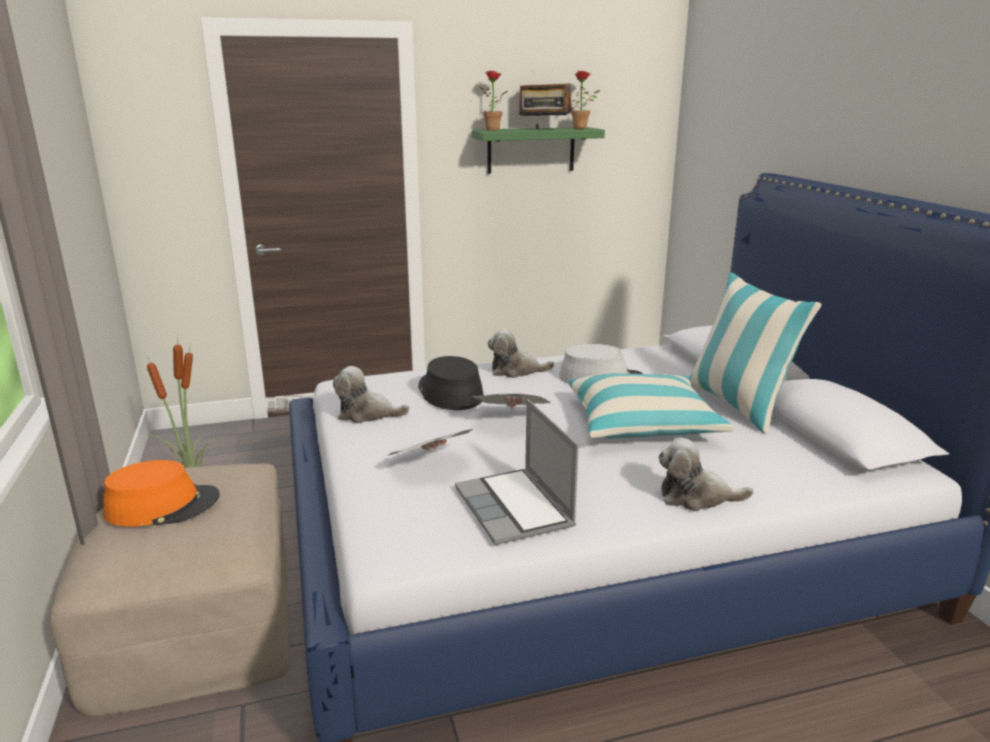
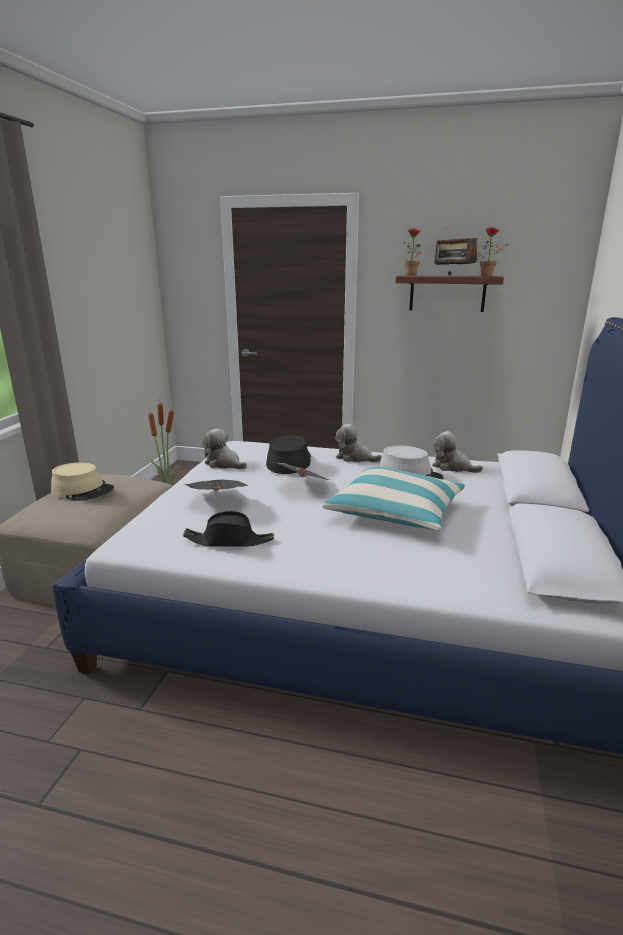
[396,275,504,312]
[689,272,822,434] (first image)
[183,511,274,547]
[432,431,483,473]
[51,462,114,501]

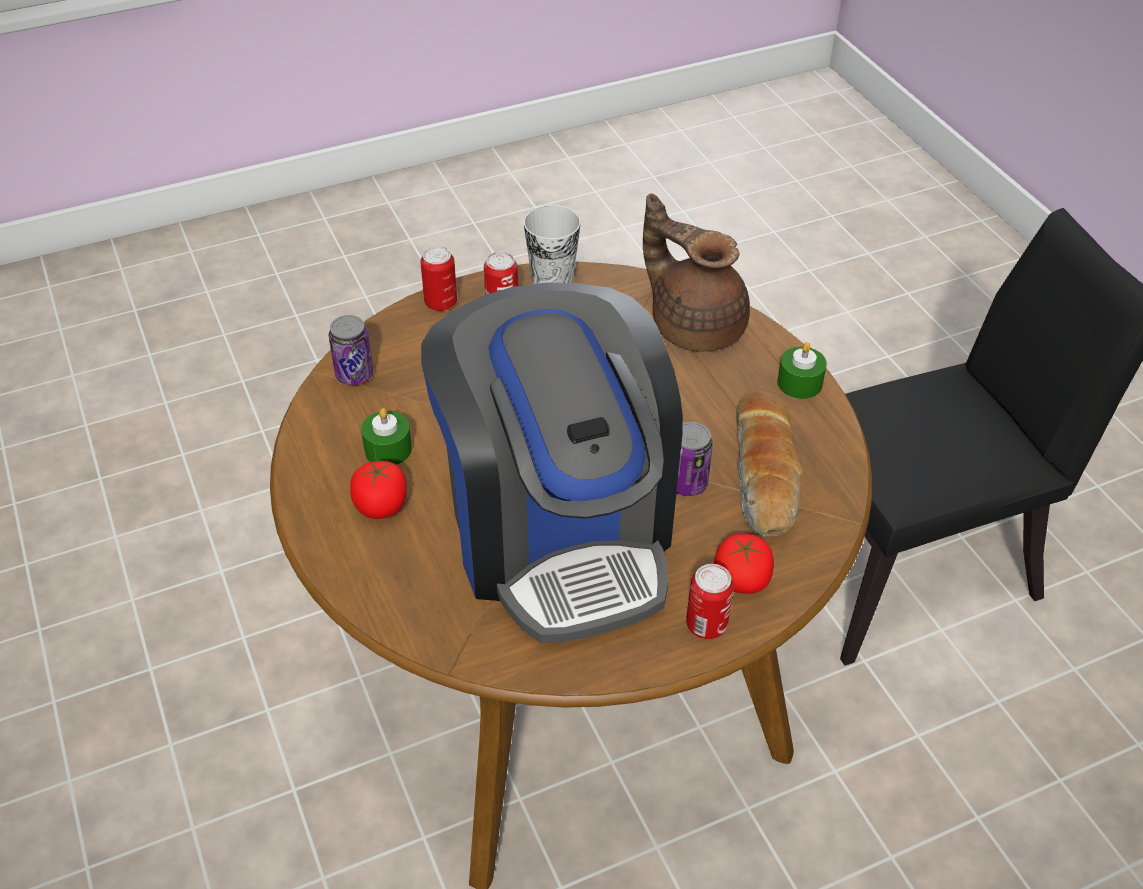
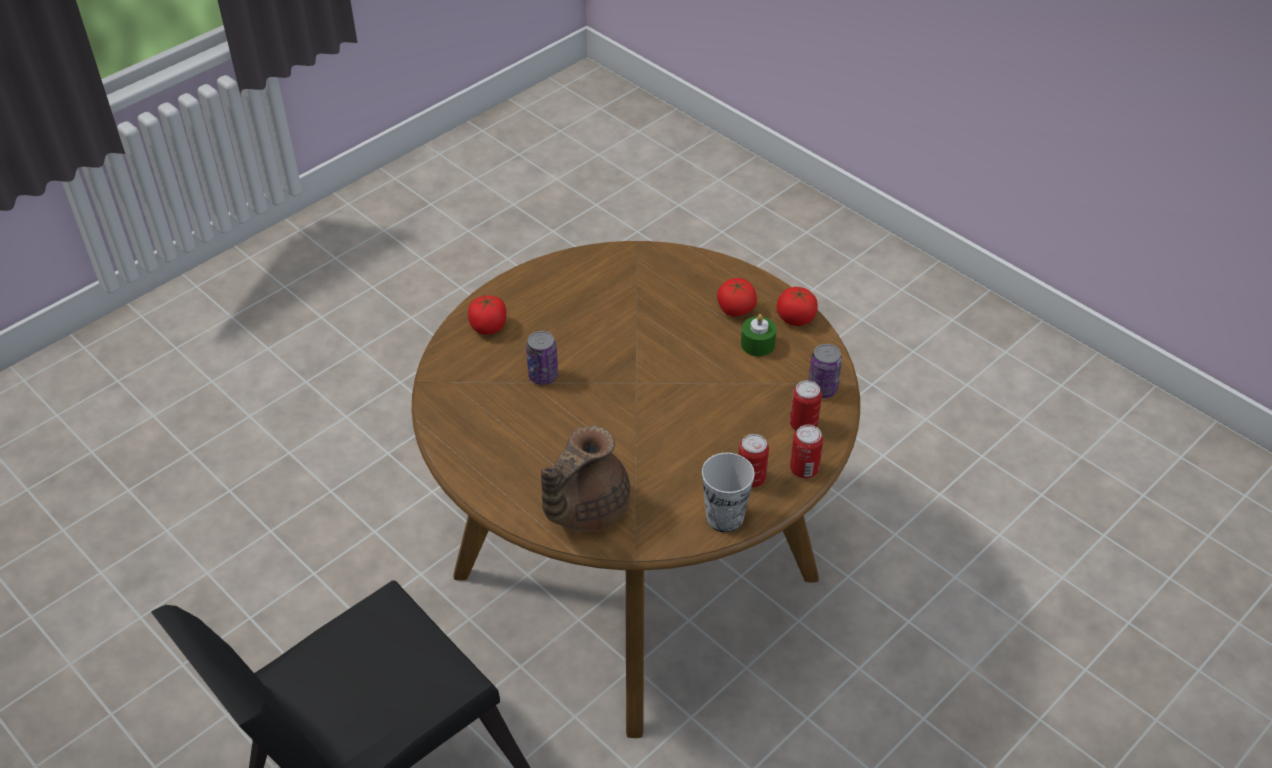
[541,425,630,533]
[421,283,683,643] (first image)
[777,343,827,399] (first image)
[737,391,803,537] (first image)
[790,380,822,431]
[777,287,818,326]

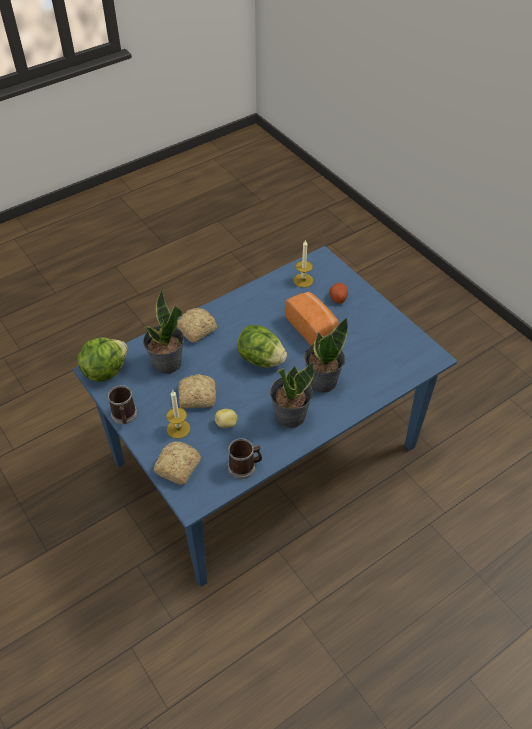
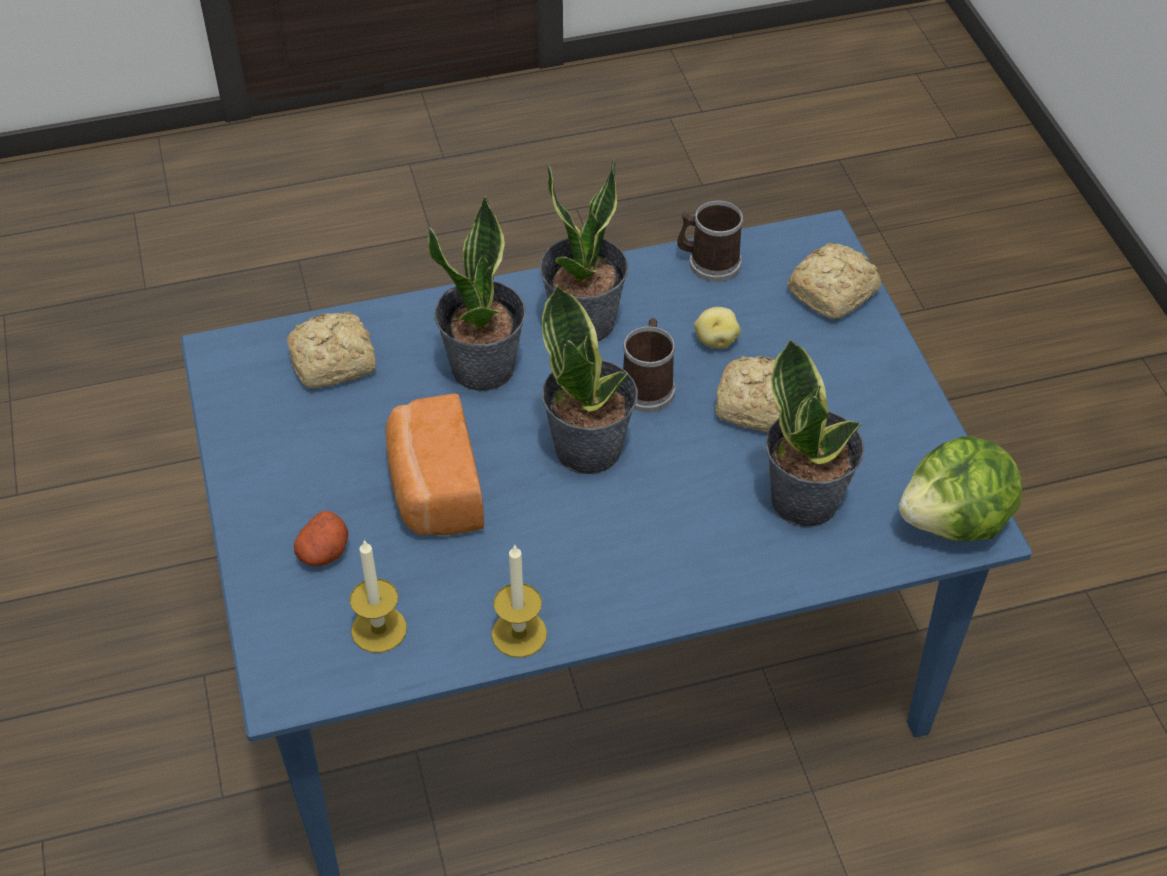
[287,312,376,388]
[542,285,638,474]
[623,318,676,412]
[492,545,547,658]

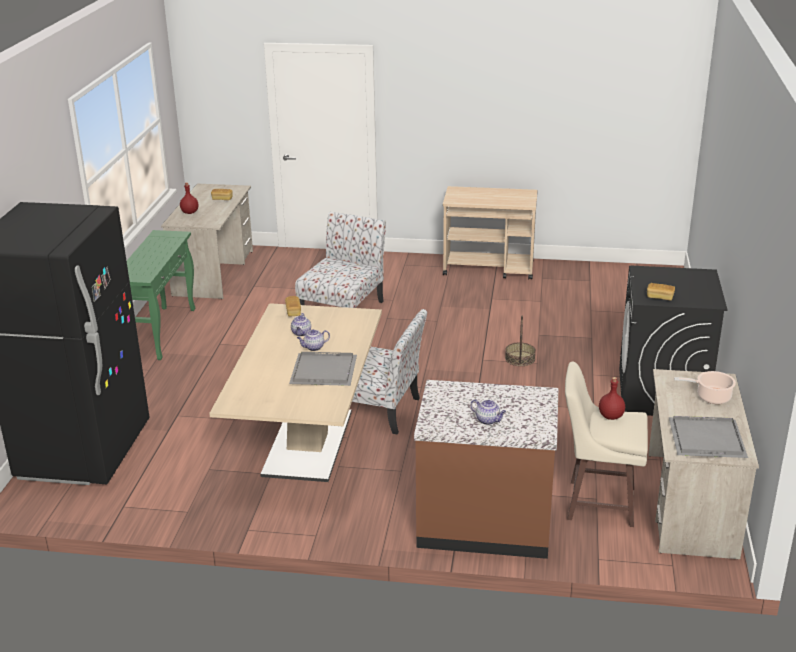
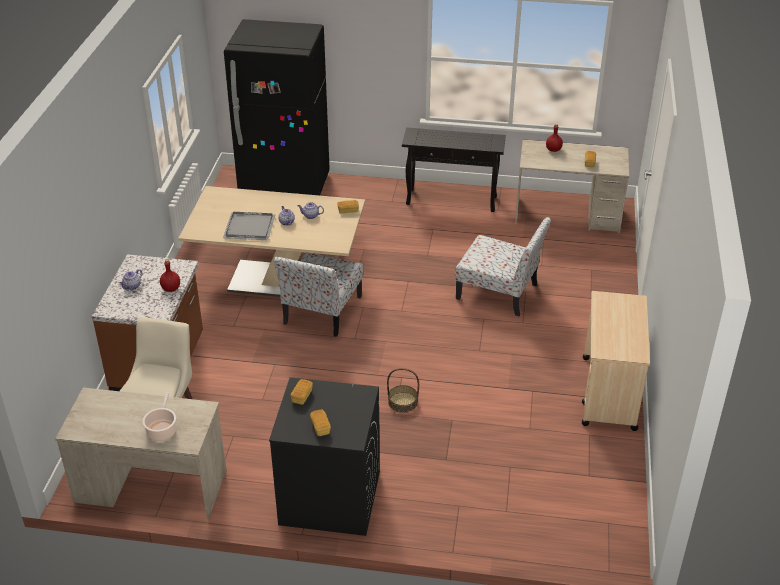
[402,127,506,212]
[160,259,180,292]
[669,416,748,458] (first image)
[310,410,331,436]

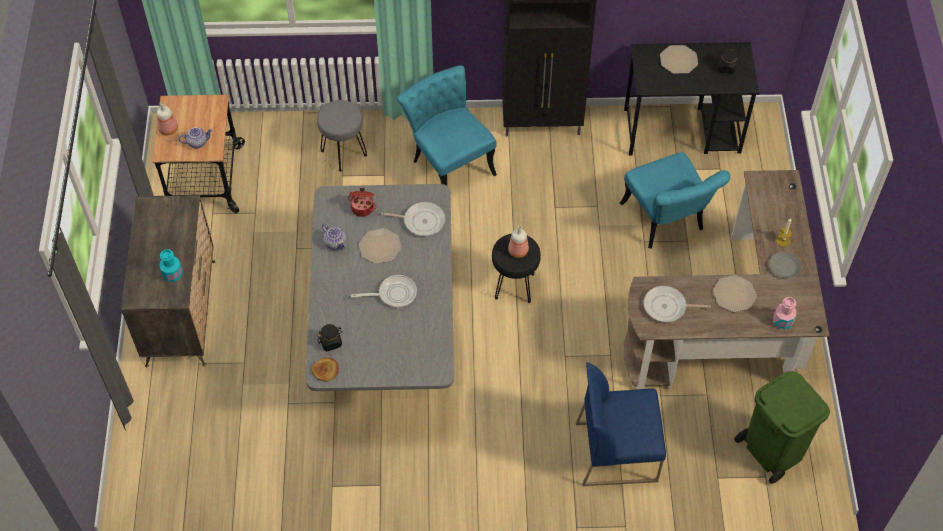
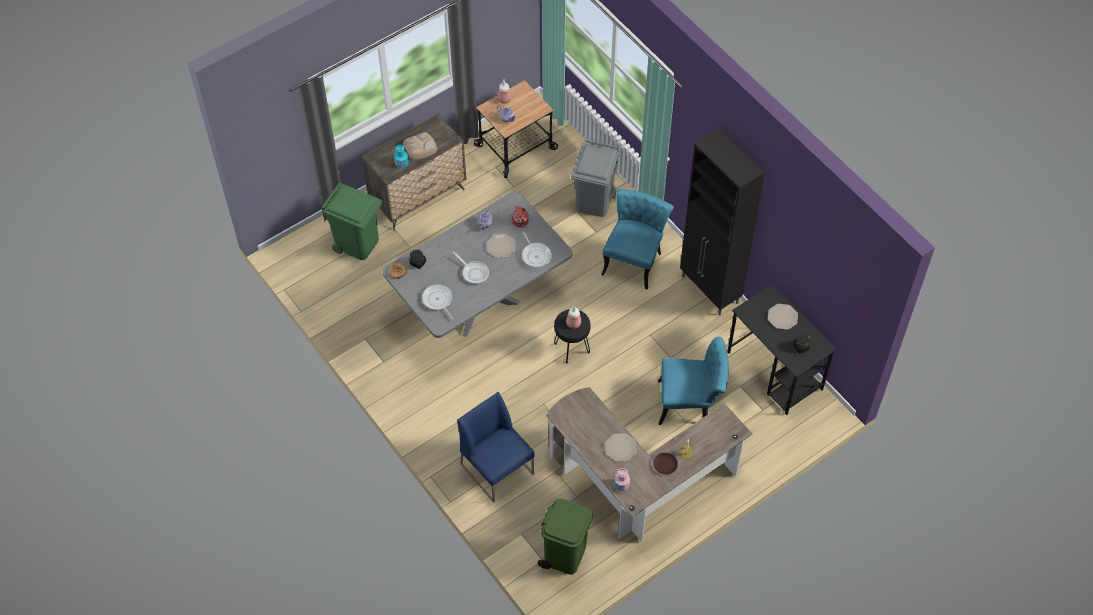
[571,139,620,217]
[658,337,729,425]
[653,453,678,474]
[422,284,454,321]
[403,132,437,160]
[321,182,383,260]

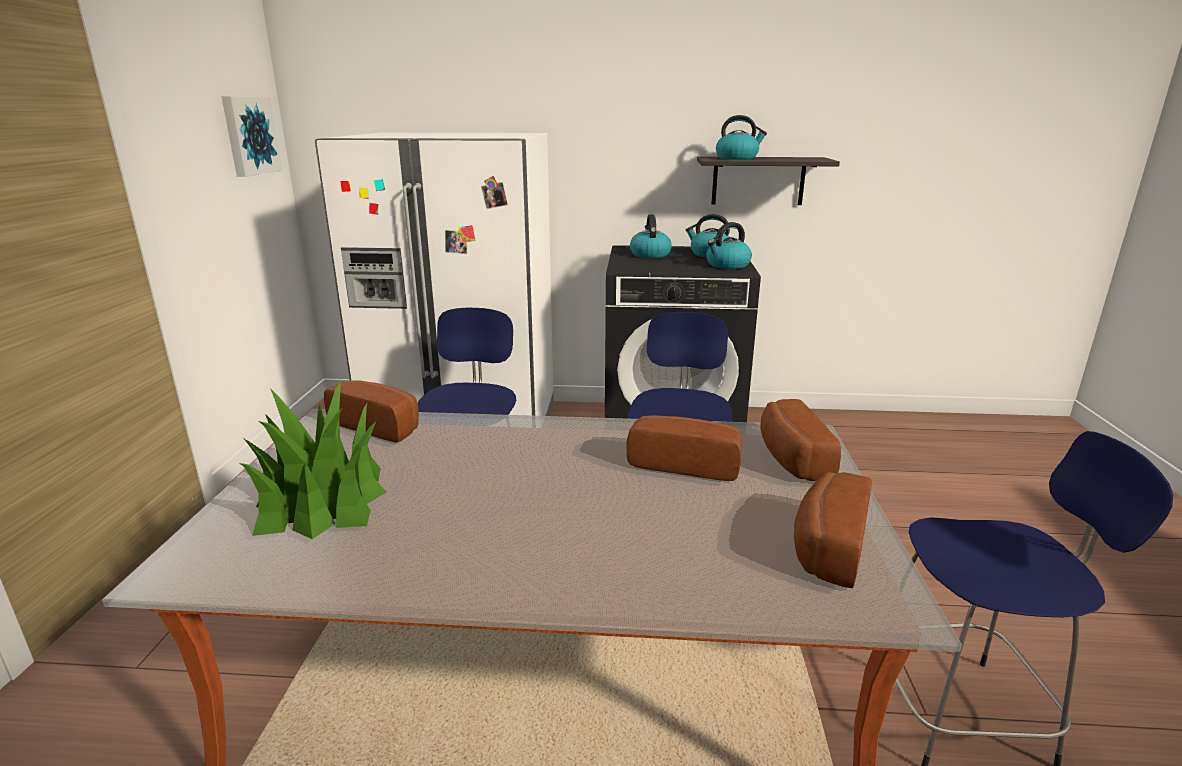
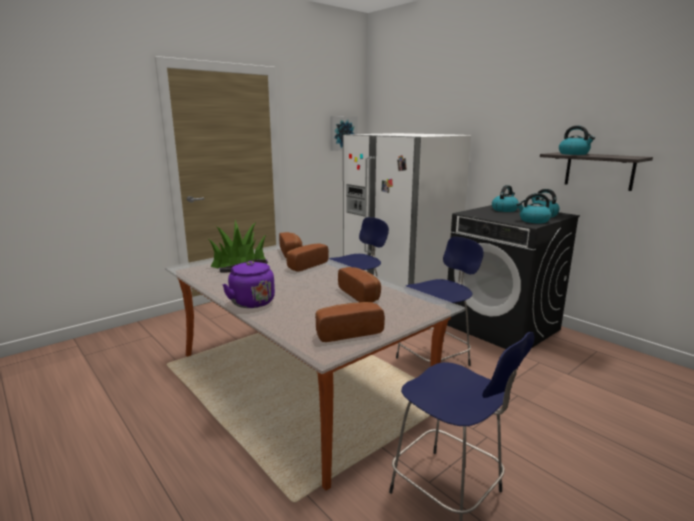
[286,243,329,272]
[219,259,275,308]

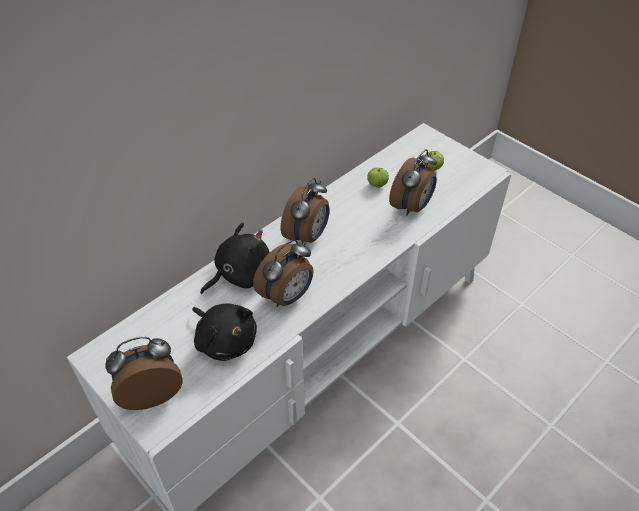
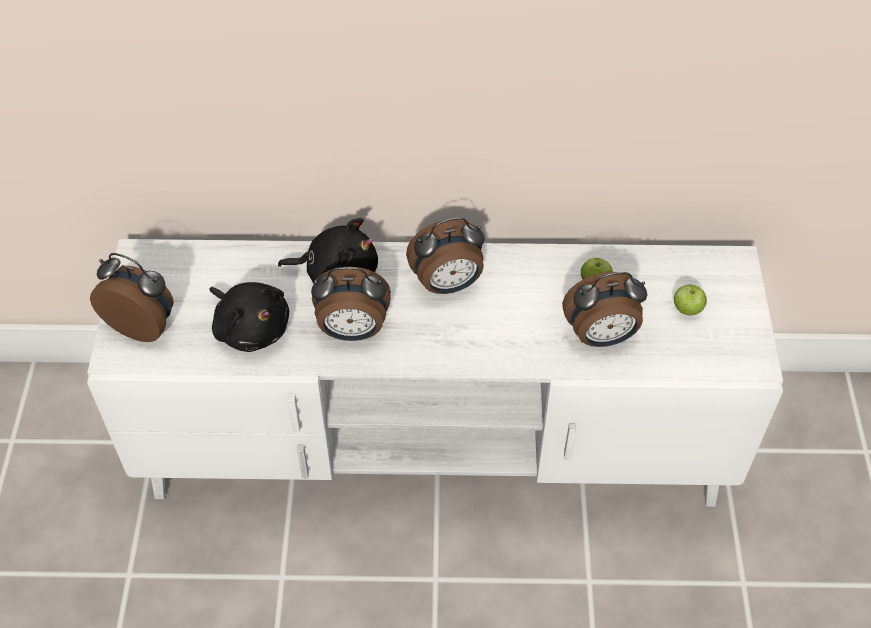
[209,282,289,352]

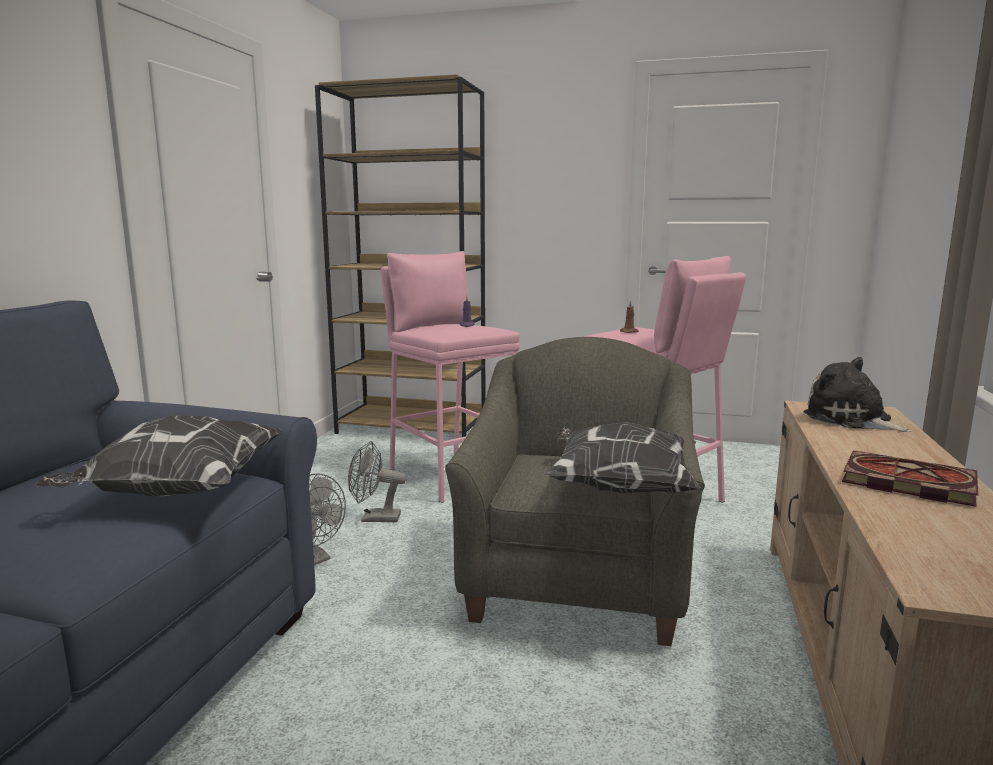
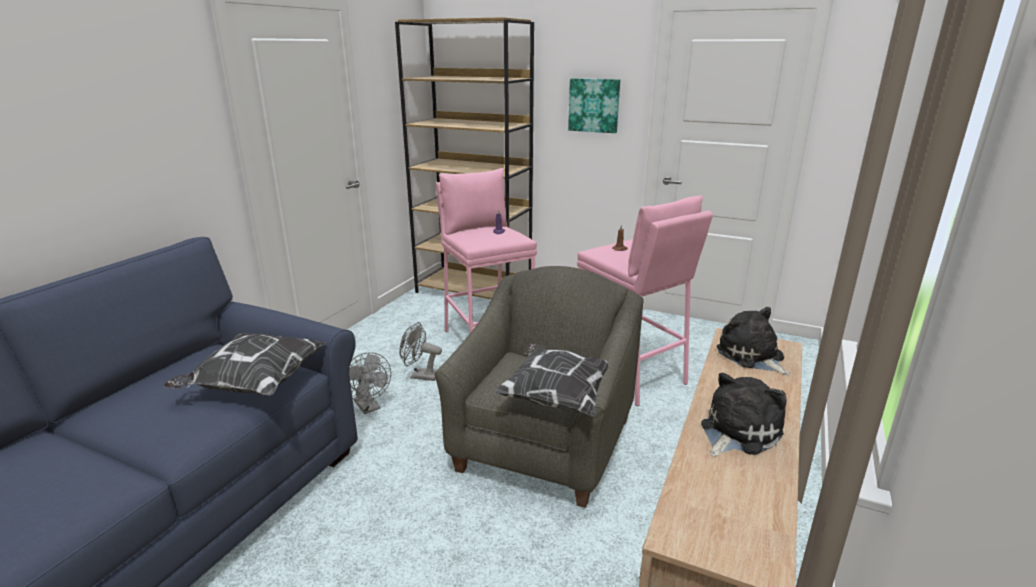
[701,373,787,457]
[568,78,620,133]

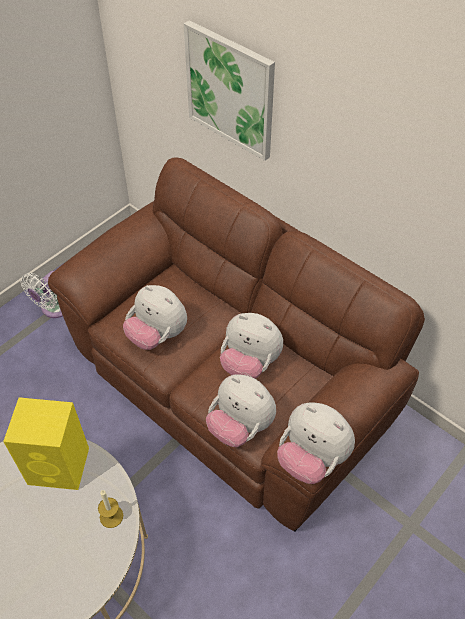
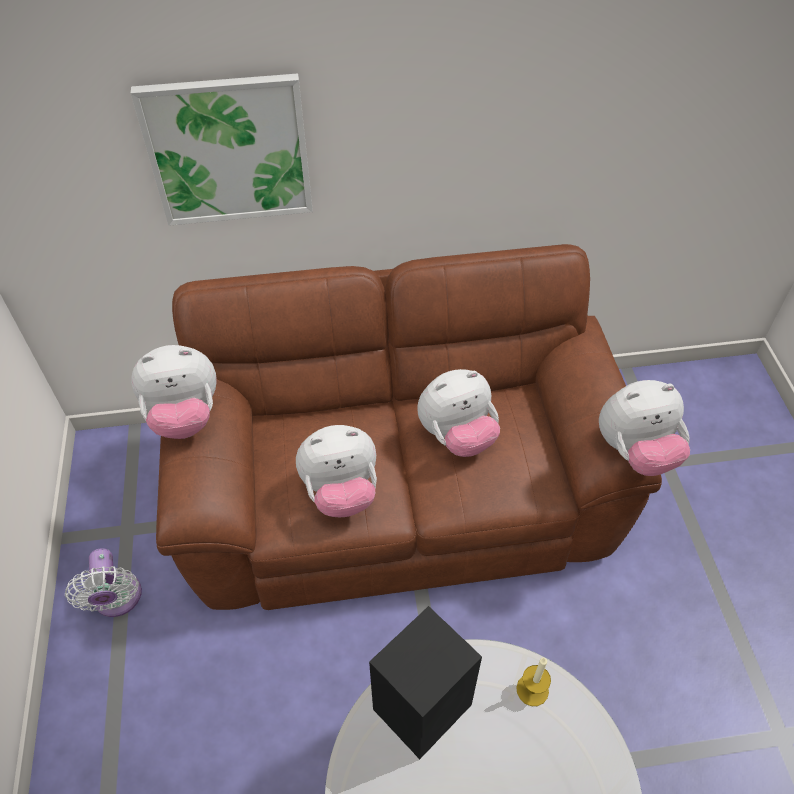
[131,345,217,439]
[369,606,482,759]

